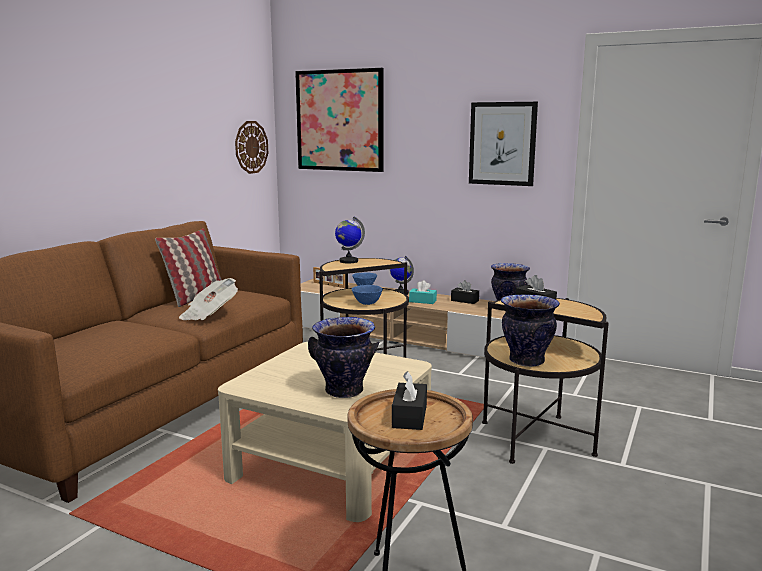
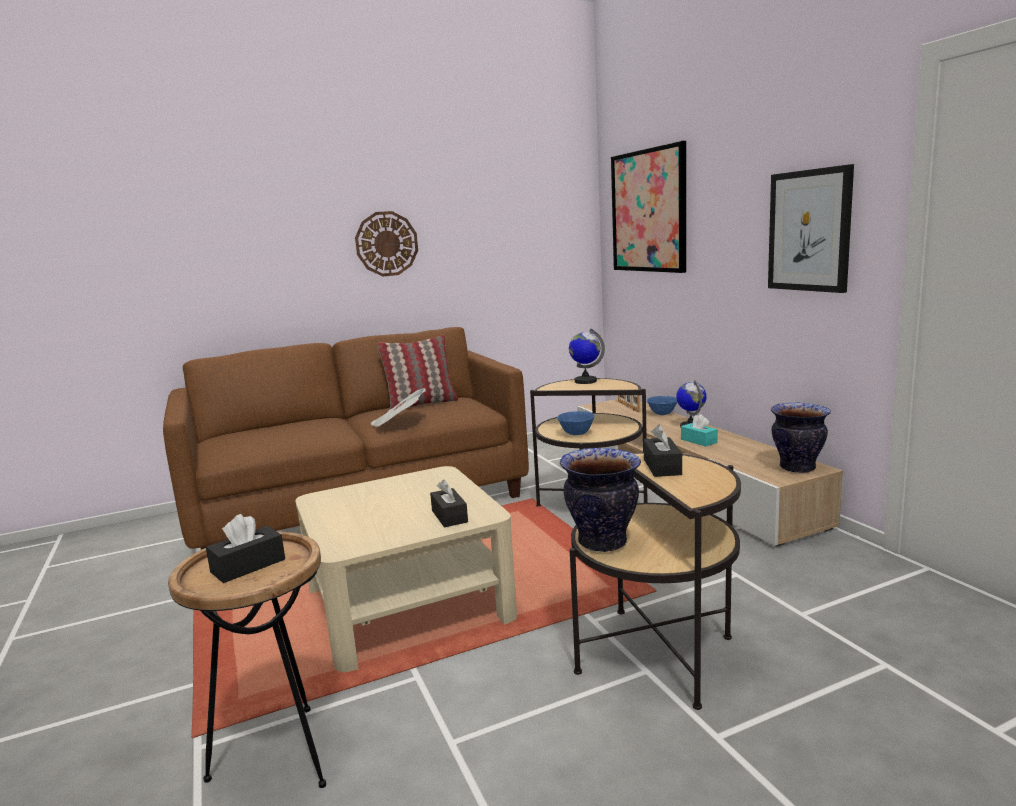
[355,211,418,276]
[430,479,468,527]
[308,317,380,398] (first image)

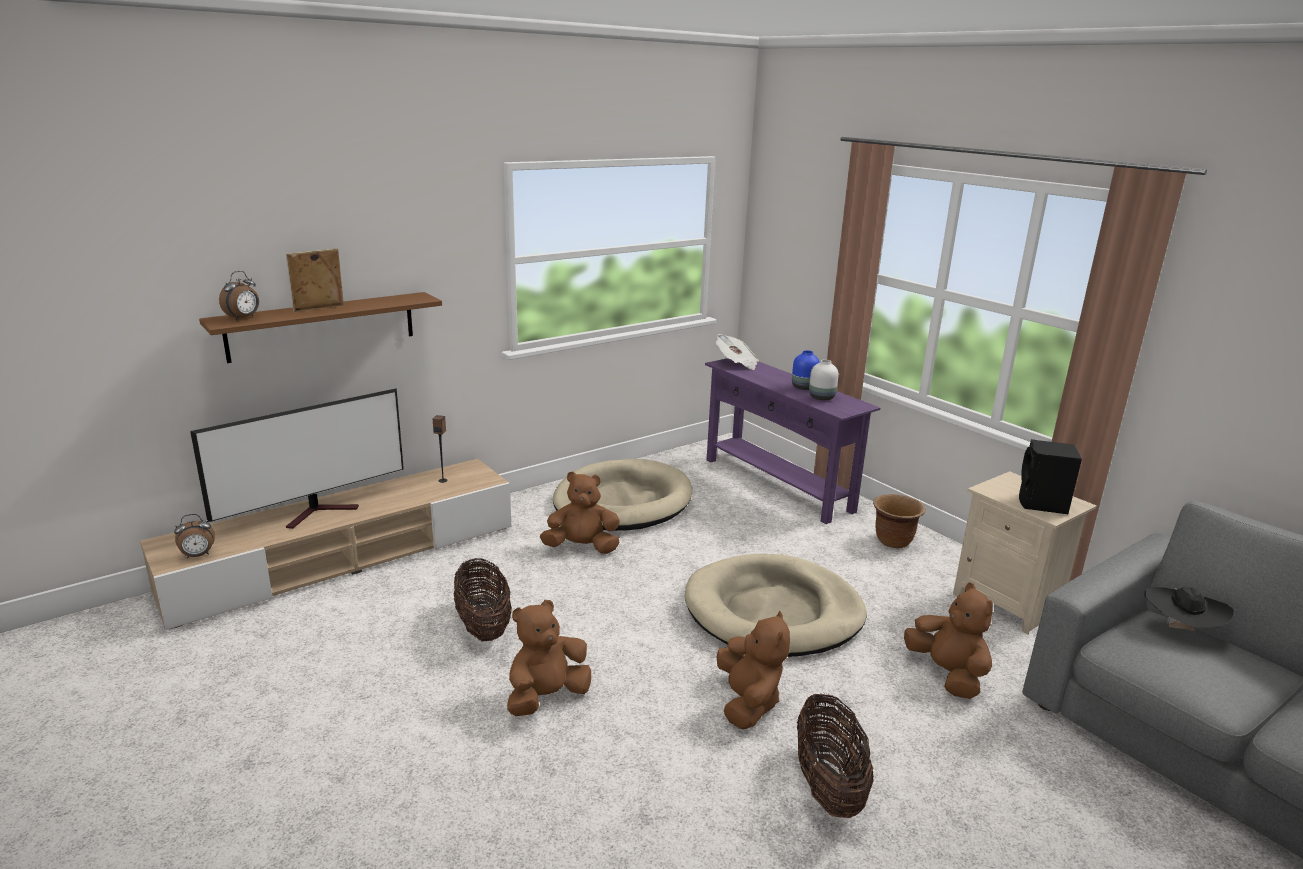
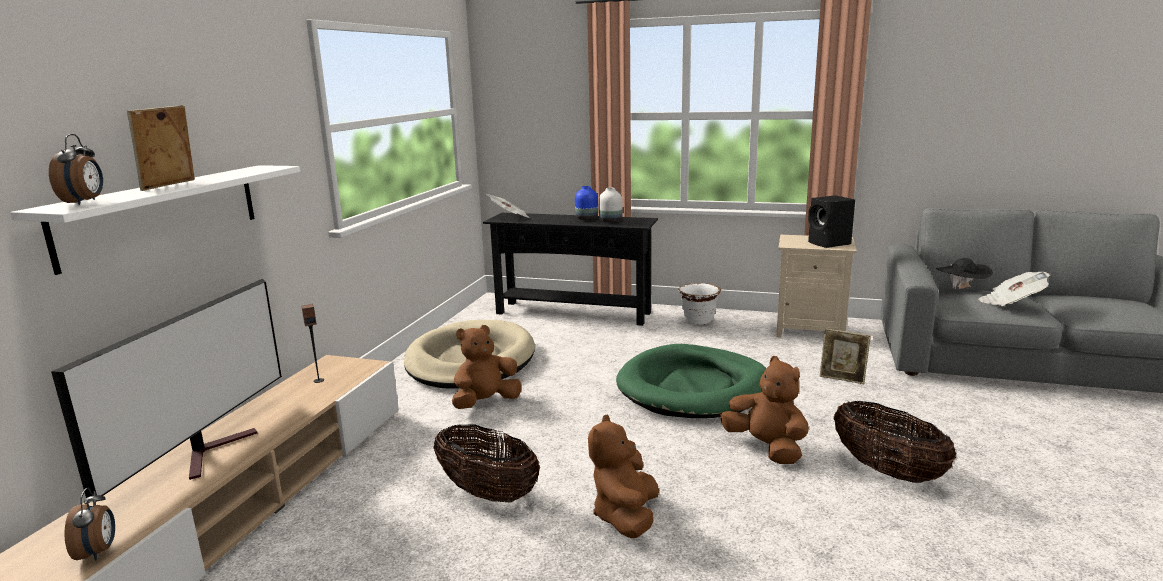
[10,165,300,275]
[483,213,658,326]
[678,283,721,325]
[64,488,115,561]
[616,344,766,418]
[820,328,871,384]
[978,272,1050,306]

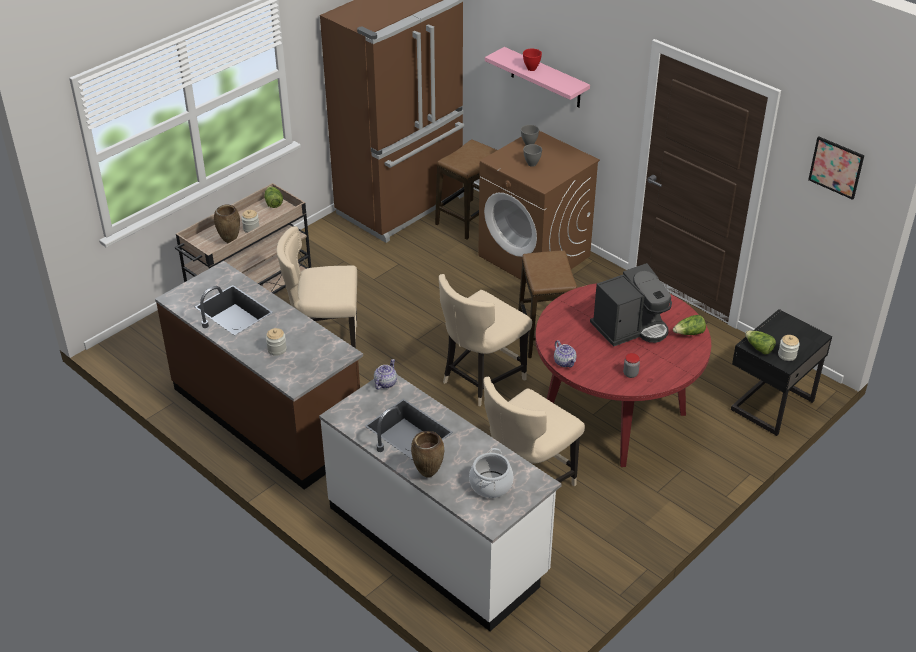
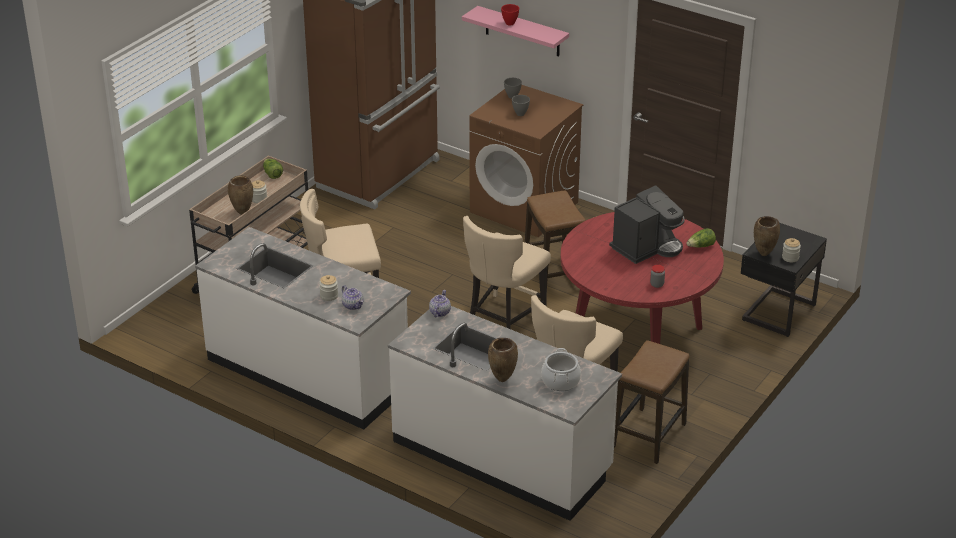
[808,136,864,200] (first image)
[614,340,690,464]
[195,227,411,430]
[754,216,780,256]
[342,285,363,310]

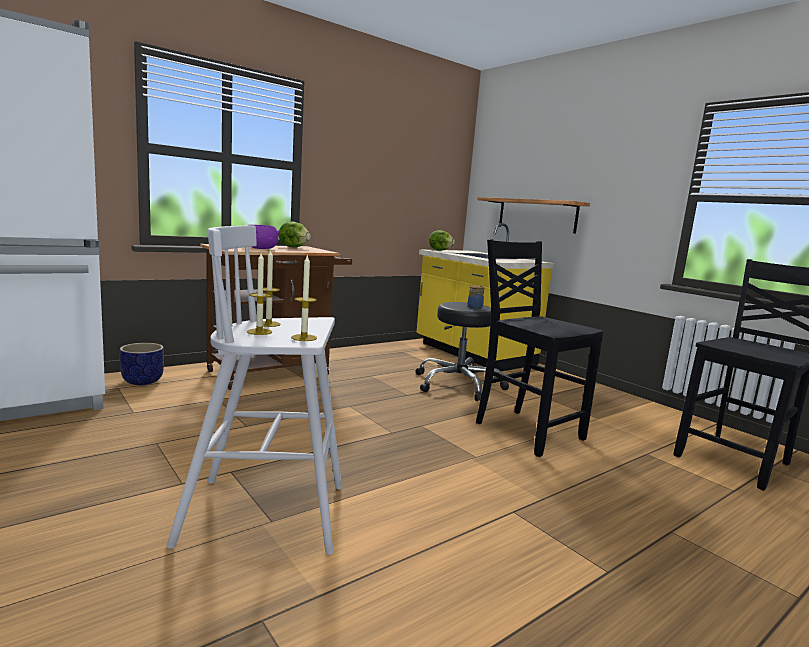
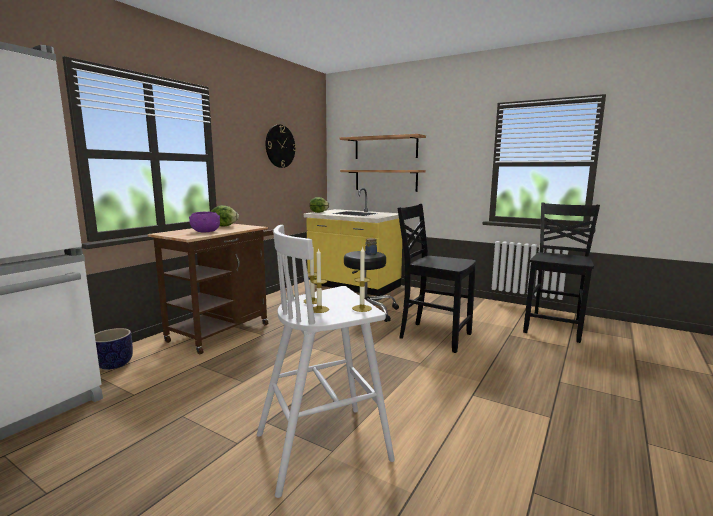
[266,125,296,168]
[339,134,426,159]

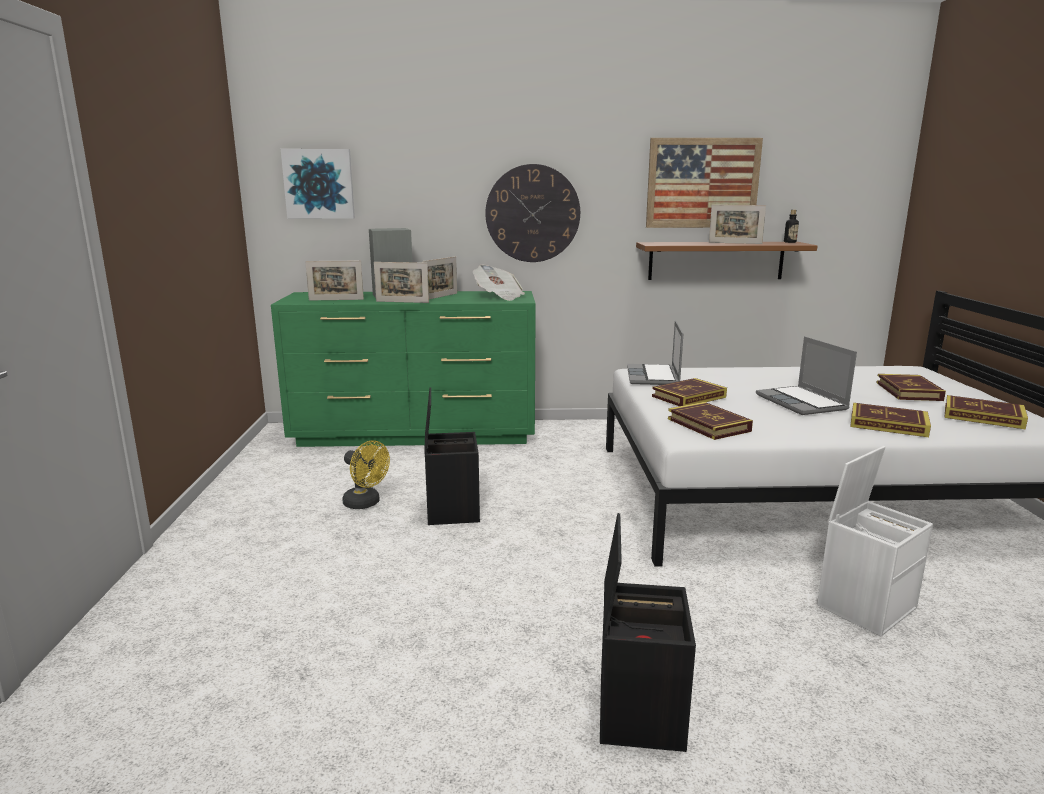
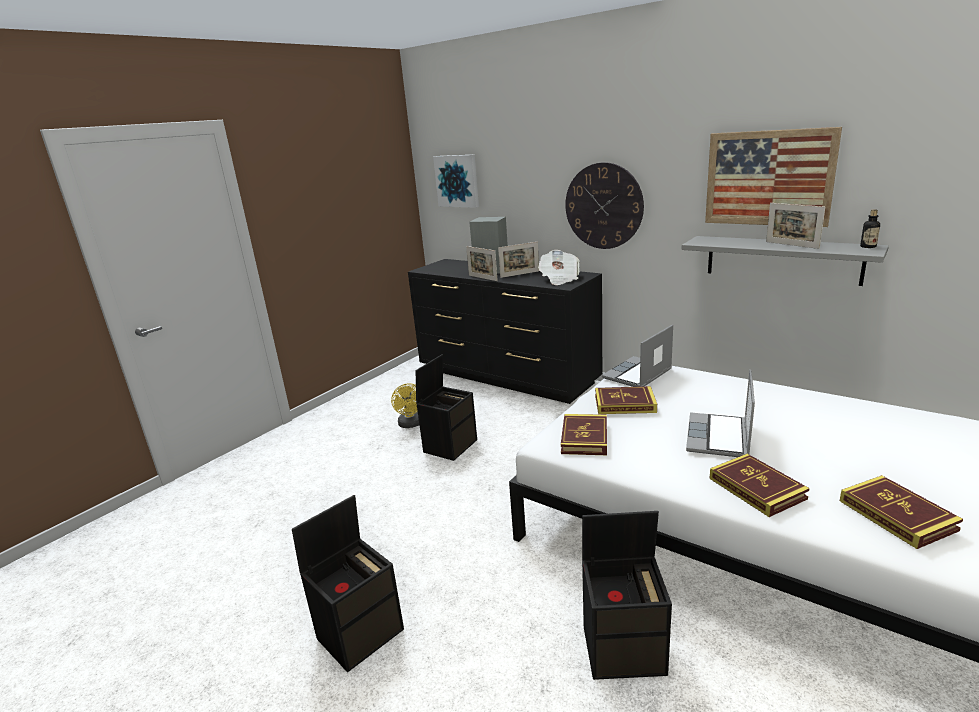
[681,236,889,286]
[305,260,364,301] (first image)
[408,259,602,404]
[876,374,946,401] (first image)
[582,511,672,680]

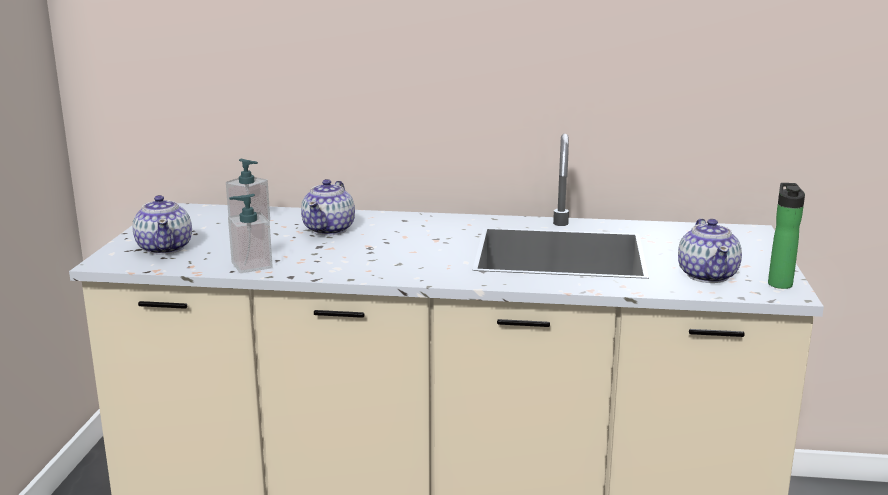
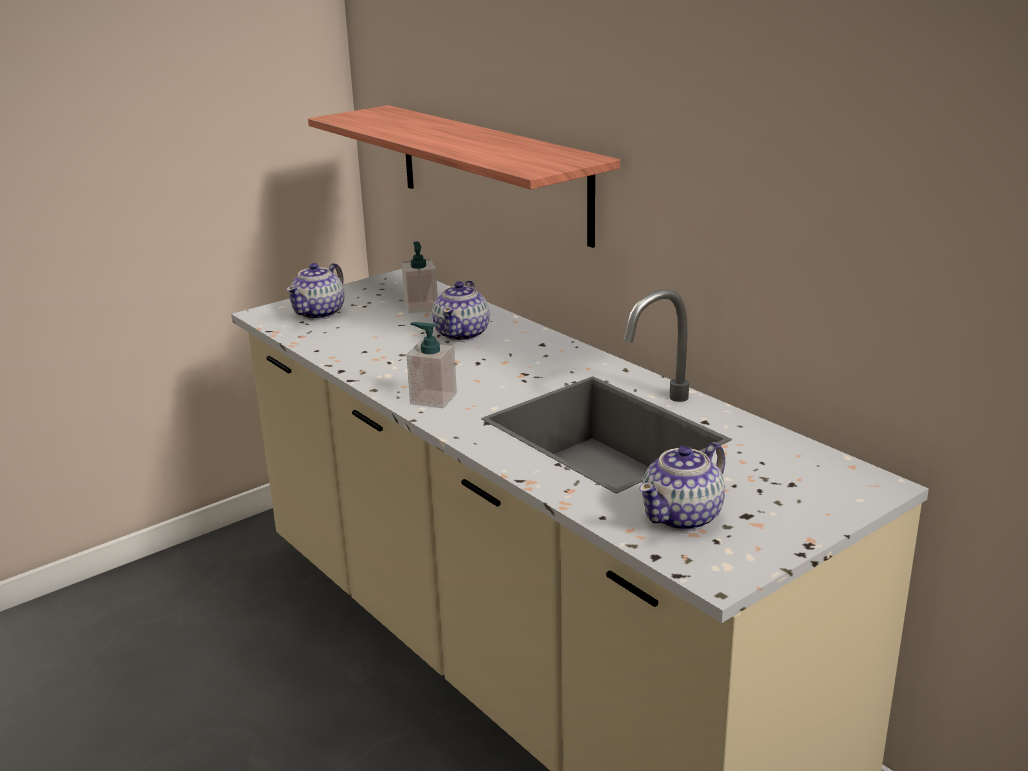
[432,280,490,341]
[768,183,805,289] (first image)
[406,322,457,408]
[308,105,620,248]

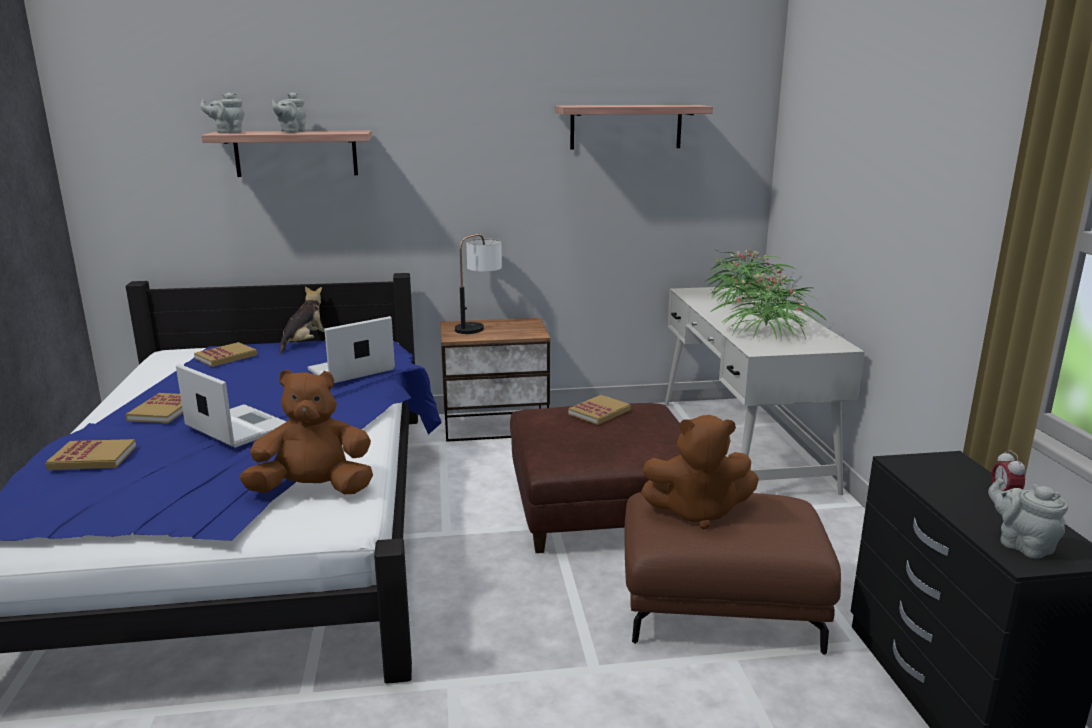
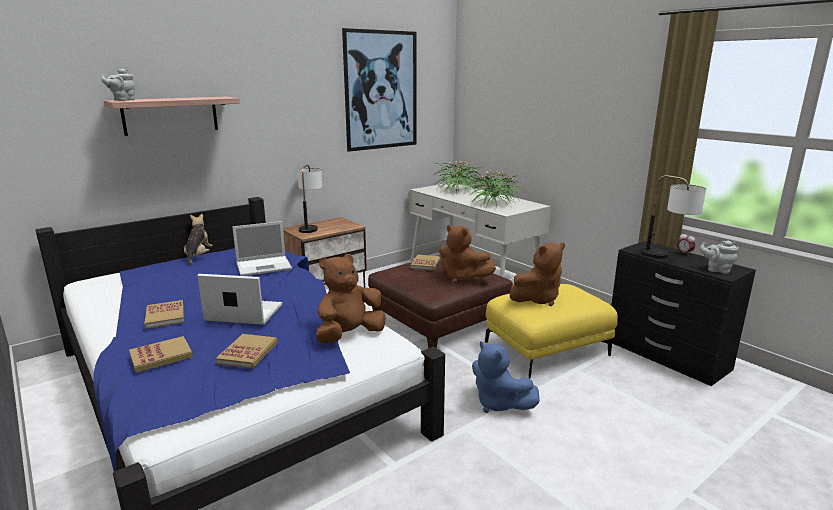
[271,92,306,133] (first image)
[342,28,417,152]
[232,221,292,276]
[216,334,278,369]
[485,284,618,378]
[641,175,706,259]
[439,225,496,283]
[472,341,540,413]

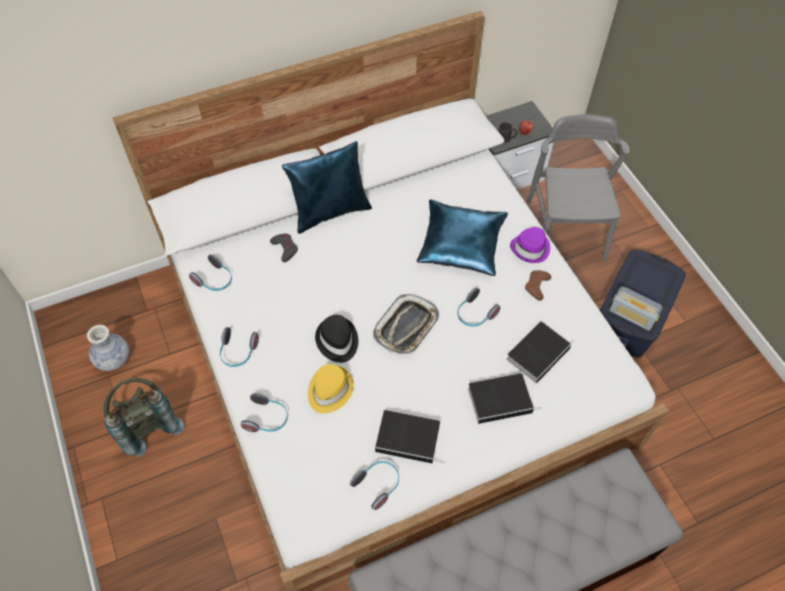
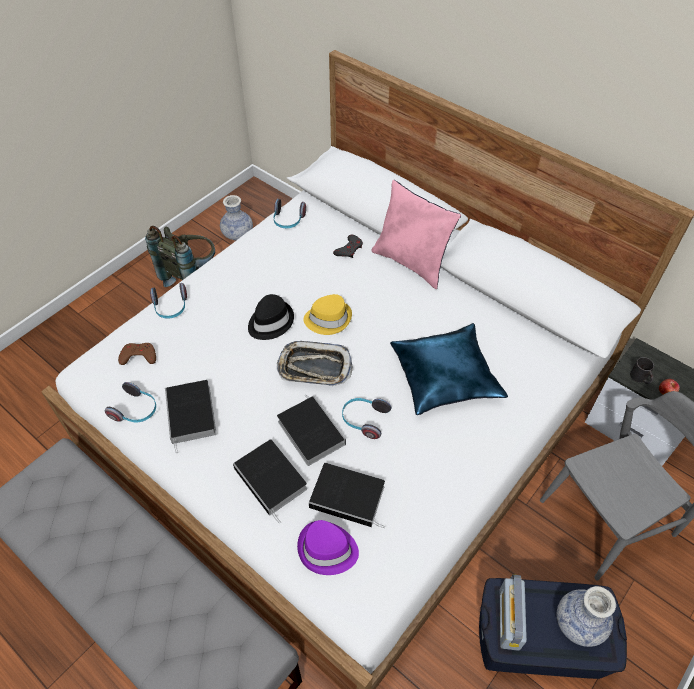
[371,180,461,289]
[297,520,359,575]
[118,343,156,365]
[220,327,259,367] (first image)
[303,294,352,335]
[277,395,346,466]
[557,586,616,647]

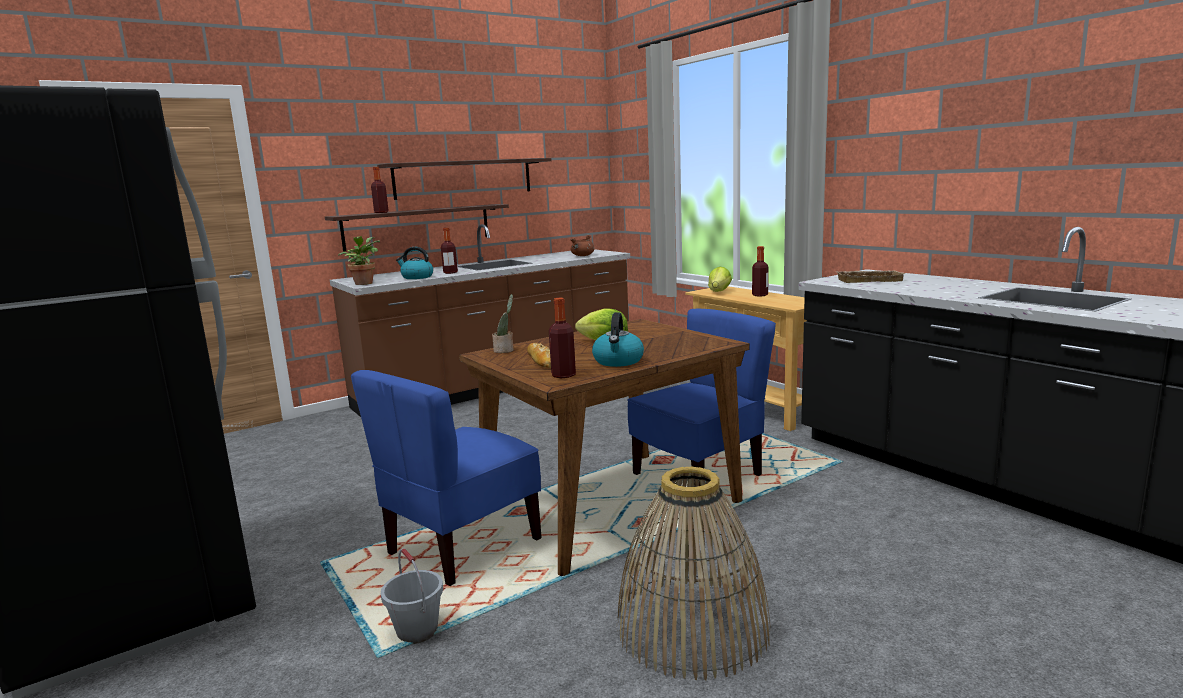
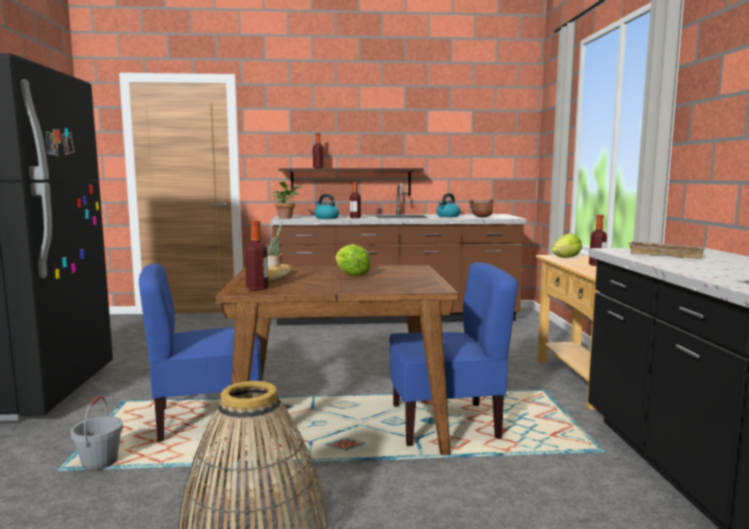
[377,158,552,200] (first image)
[436,193,461,217]

